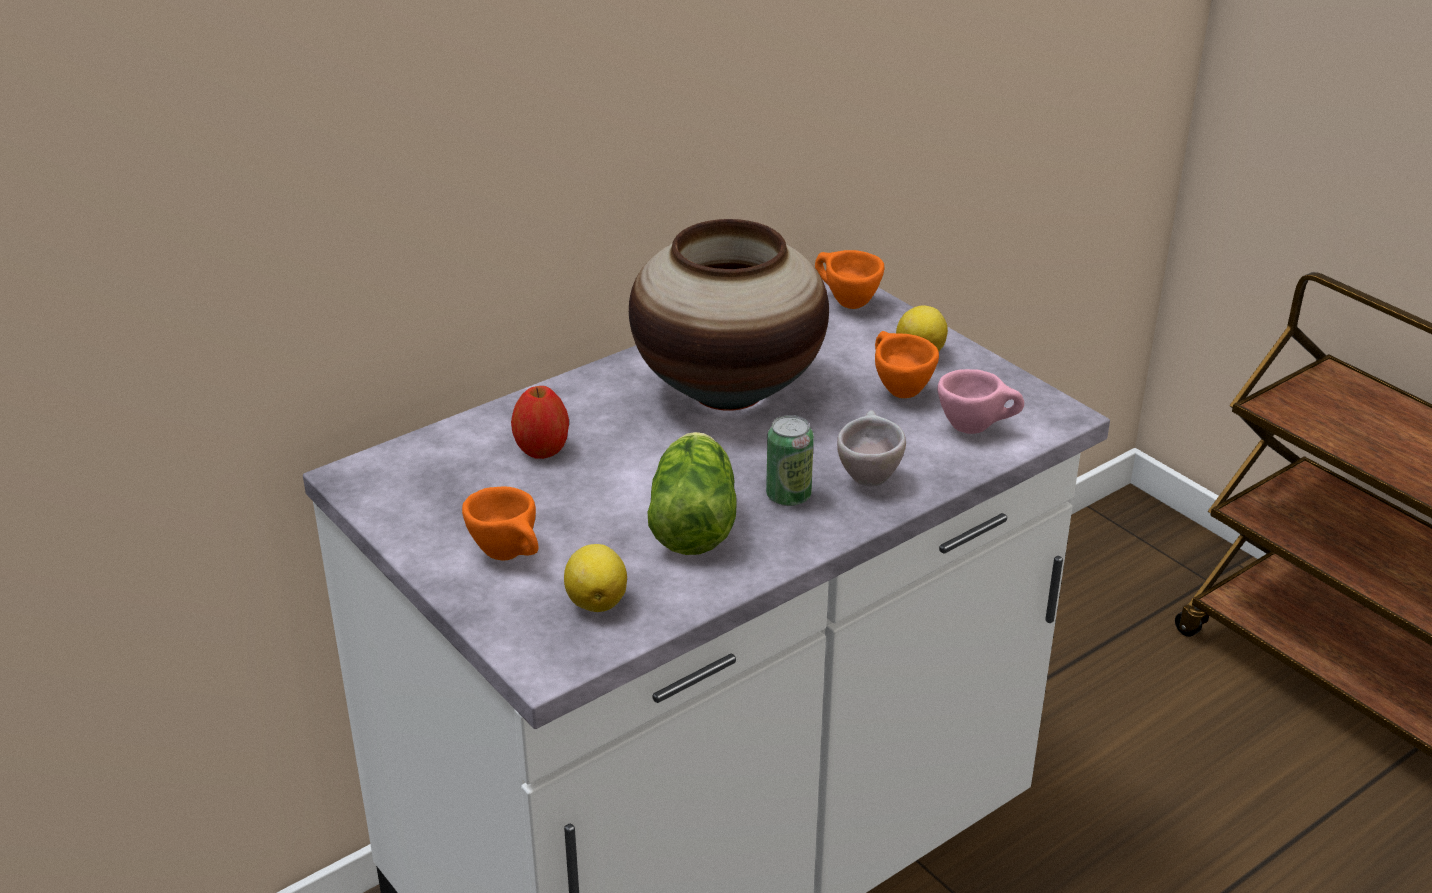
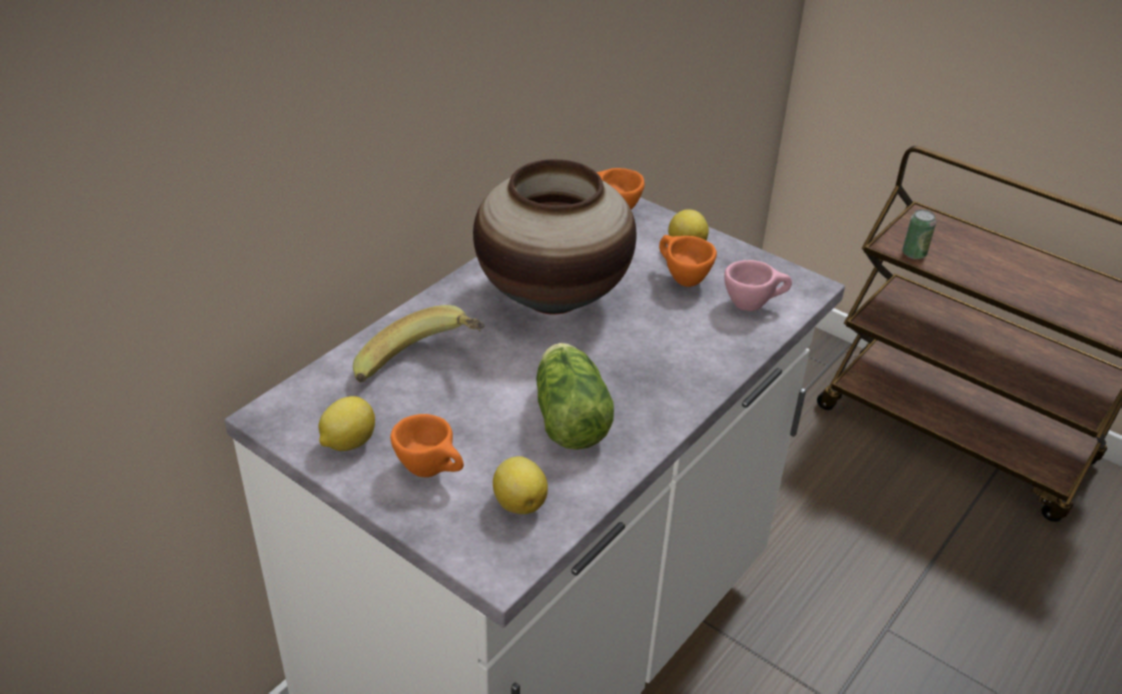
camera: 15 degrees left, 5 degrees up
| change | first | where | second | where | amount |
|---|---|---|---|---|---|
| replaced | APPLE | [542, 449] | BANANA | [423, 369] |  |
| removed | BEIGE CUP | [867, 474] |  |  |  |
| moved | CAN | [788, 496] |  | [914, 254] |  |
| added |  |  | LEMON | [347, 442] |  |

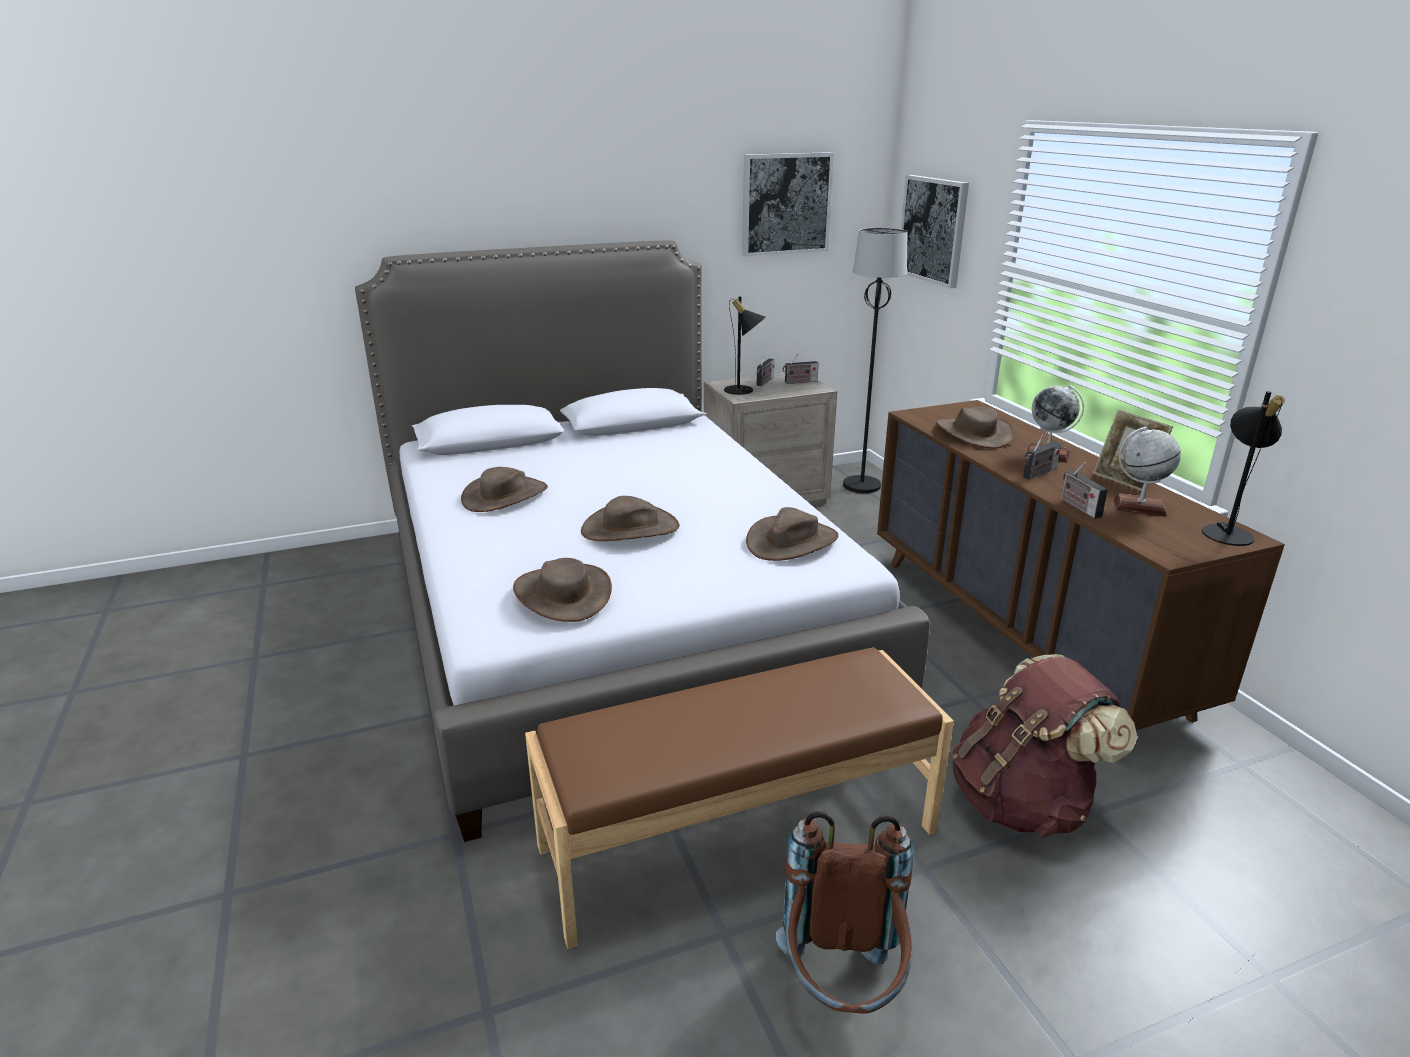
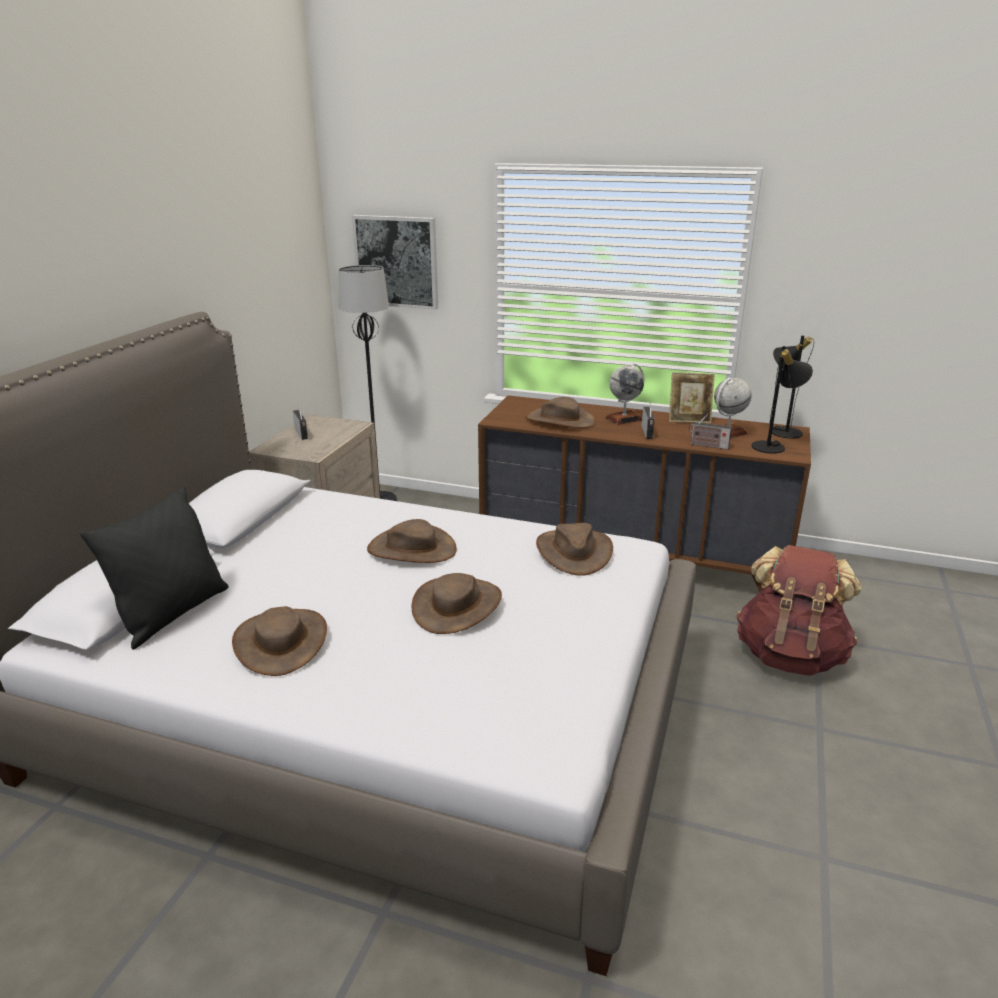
camera: 50 degrees left, 0 degrees up
| change | first | where | second | where | amount |
|---|---|---|---|---|---|
| removed | PICTURE | [786, 204] |  |  |  |
| moved | BLACK TABLE LAMP | [743, 391] |  | [774, 446] |  |
| removed | RADIO | [799, 382] |  |  |  |
| moved | BROWN HAT | [563, 594] |  | [412, 549] |  |
| removed | BROWN BENCH | [738, 837] |  |  |  |
| removed | BROWN BACKPACK | [842, 989] |  |  |  |
| added |  |  | BLACK PILLOW | [173, 613] |  |

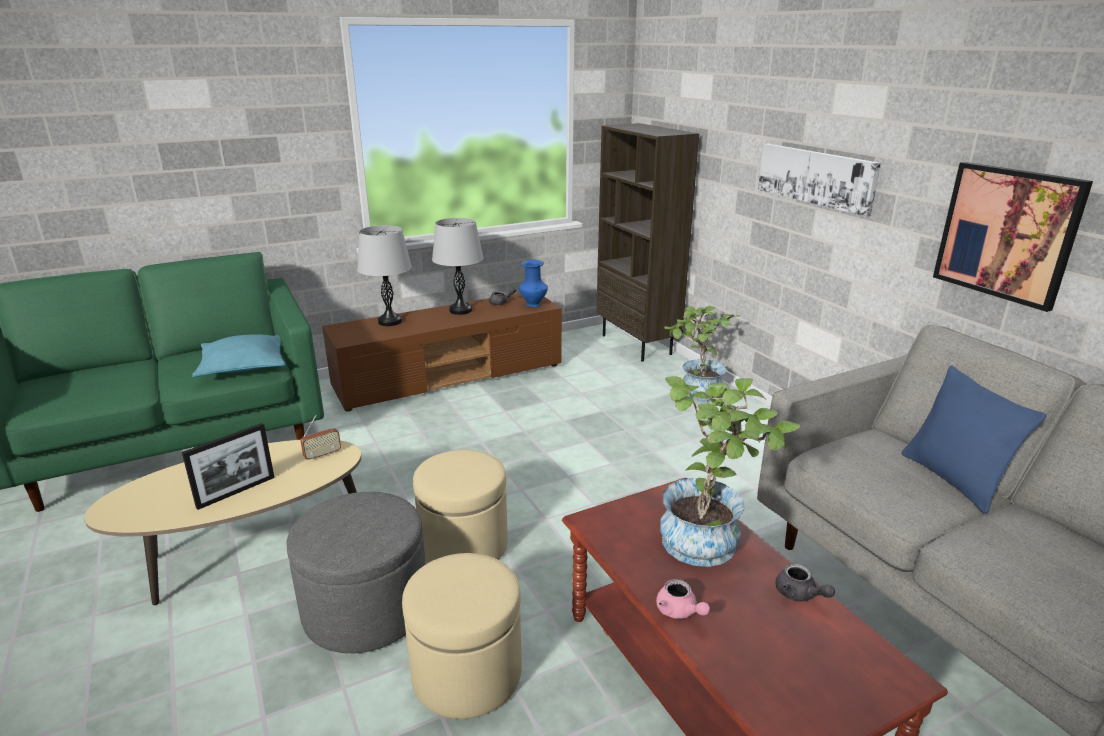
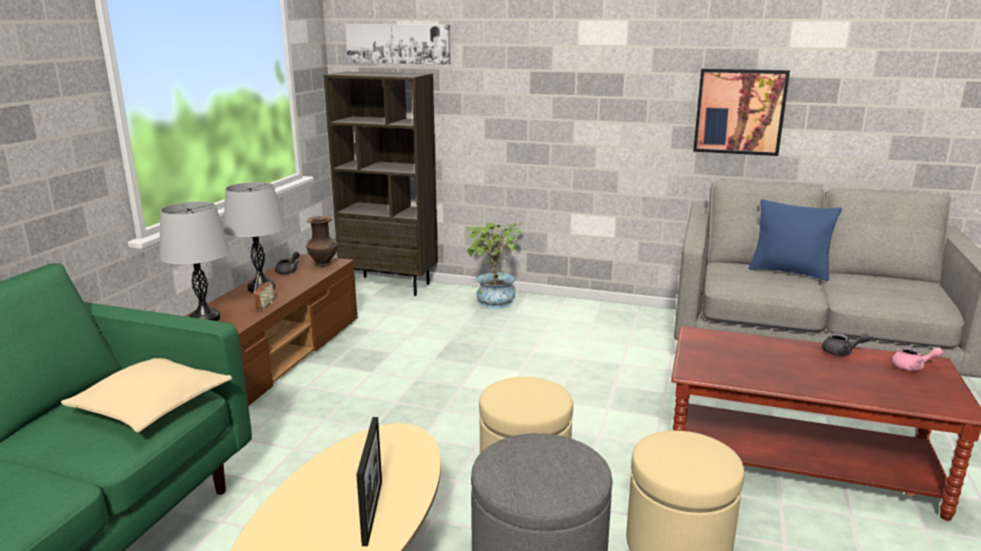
camera: 45 degrees left, 5 degrees down
| change | first | where | second | where | amount |
|---|---|---|---|---|---|
| moved | PICTURE | [816, 177] |  | [398, 44] |  |
| recoloured | BLUE VASE | [533, 305] | BROWN VASE | [324, 264] |  |
| recoloured | TURQUOISE PILLOW | [244, 366] | BEIGE PILLOW | [152, 405] |  |
| removed | POTTED PLANT | [710, 540] |  |  |  |
| moved | RADIO | [322, 455] |  | [265, 306] |  |
| moved | PINK TEAPOT | [679, 612] |  | [912, 367] |  |

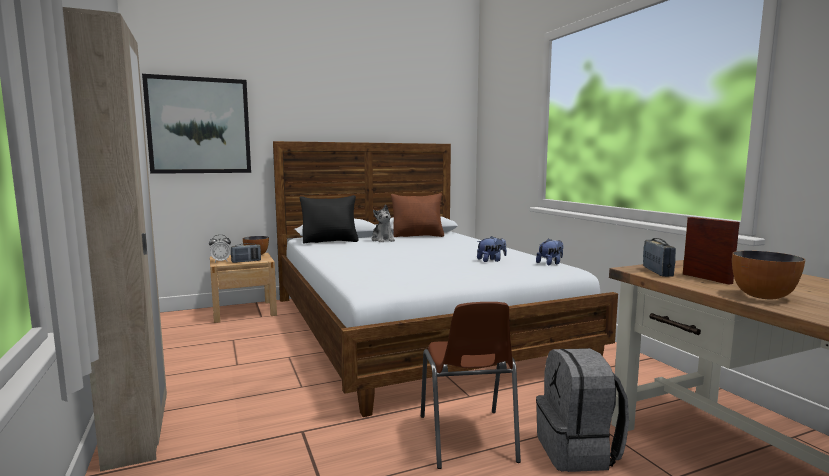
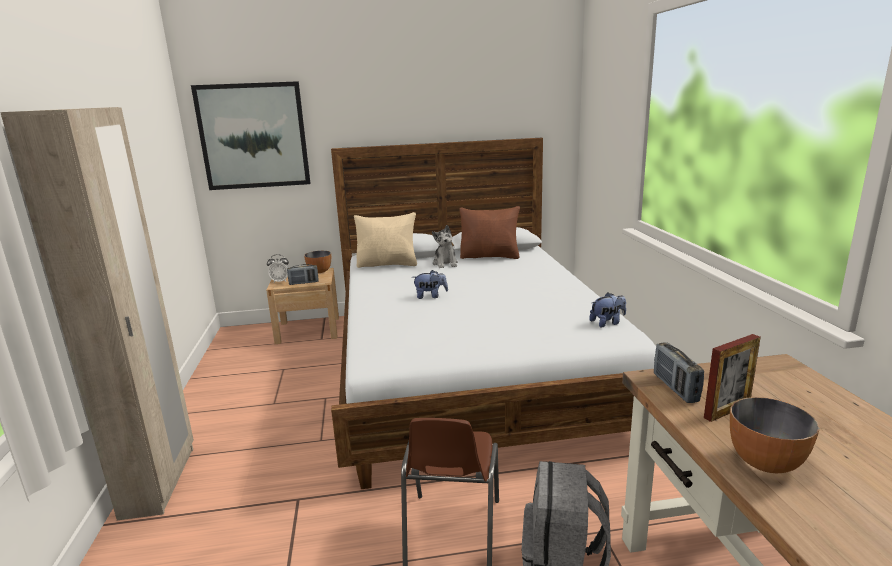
camera: 15 degrees right, 10 degrees up
| change | first | where | second | where | amount |
|---|---|---|---|---|---|
| recoloured | BLACK PILLOW | [330, 241] | BEIGE PILLOW | [388, 264] |  |
| turned | PICTURE FRAME | [706, 279] |  | [727, 411] | 75 degrees clockwise |
| moved | PLUSH TOY | [491, 260] |  | [430, 296] |  |
| turned | RADIO | [657, 272] |  | [675, 388] | 150 degrees clockwise |

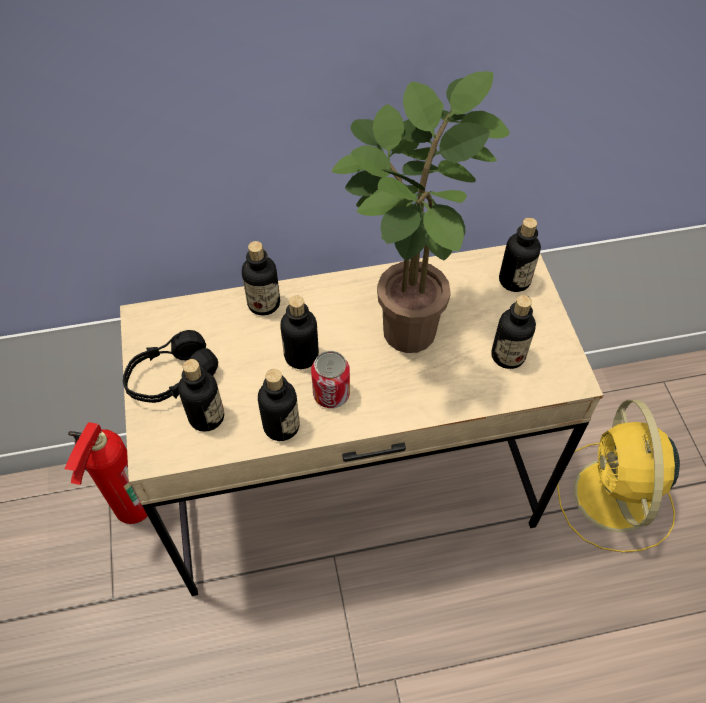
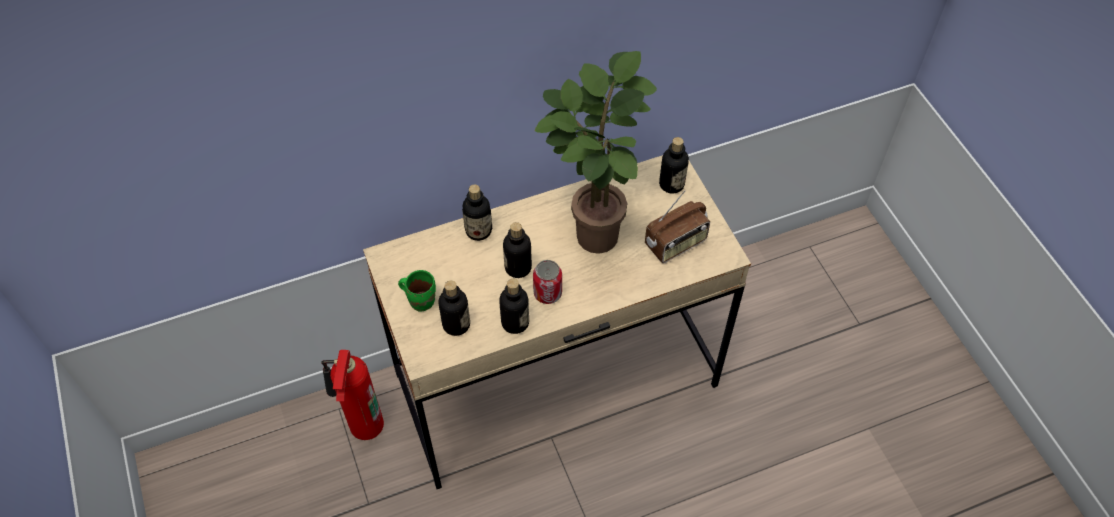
camera: 10 degrees left, 0 degrees up
| change | first | where | second | where | amount |
|---|---|---|---|---|---|
| replaced | BOTTLE | [508, 356] | RADIO | [676, 244] |  |
| replaced | BLACK HEADPHONES | [172, 378] | GREEN MUG | [421, 299] |  |
| removed | YELLOW FAN | [613, 499] |  |  |  |

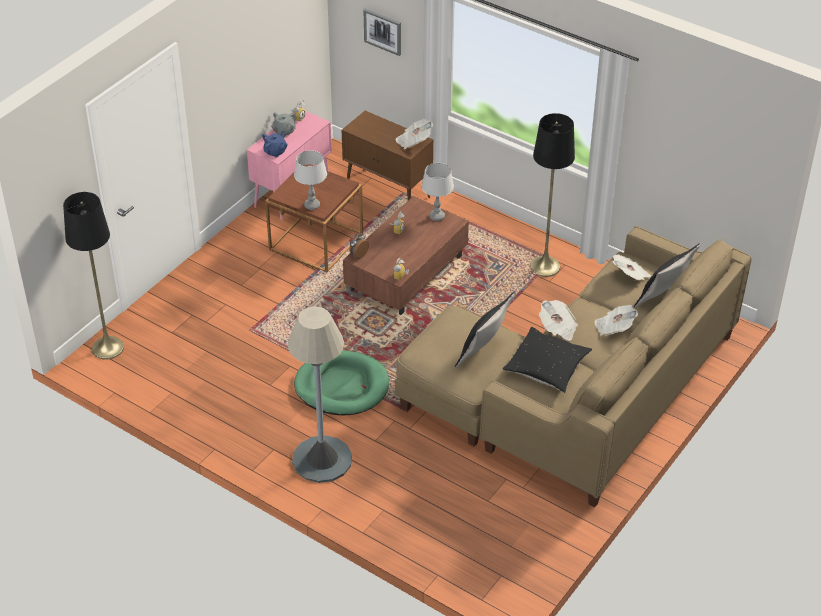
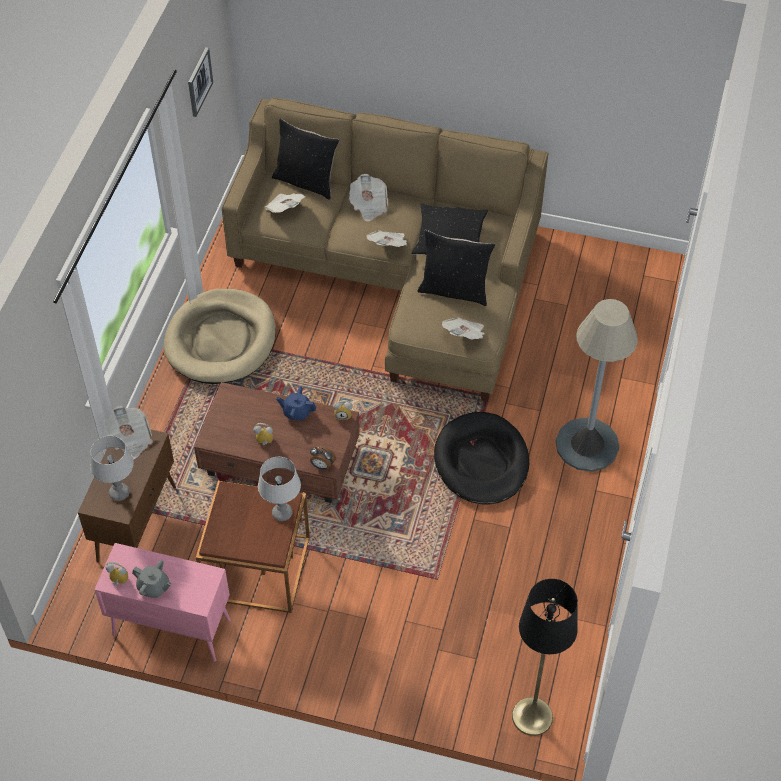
camera: 110 degrees left, 10 degrees up
| change | first | where | second | where | amount |
|---|---|---|---|---|---|
| moved | PICTURE | [383, 31] |  | [199, 81] |  |
| replaced | BLACK FLOOR LAMP | [545, 266] | BEIGE DOG BED | [221, 340] |  |
| moved | BLUE TEAPOT | [275, 152] |  | [297, 412] |  |
| moved | GREY TABLE LAMP | [437, 216] |  | [119, 493] |  |
| recoloured | GREEN DOG BED | [342, 386] | BLACK DOG BED | [481, 461] |  |
| added |  |  | NEWSPAPER | [464, 335] |  |

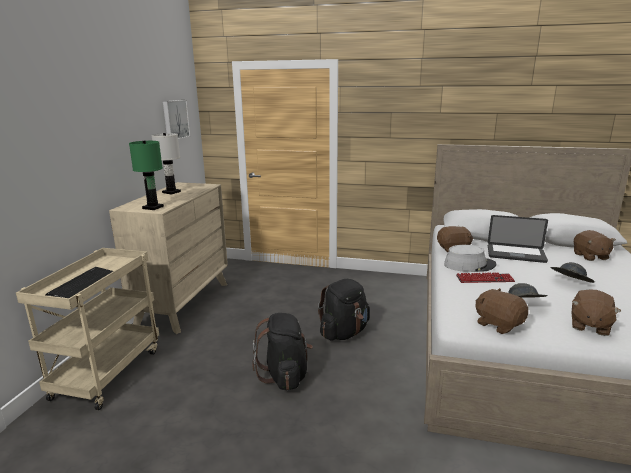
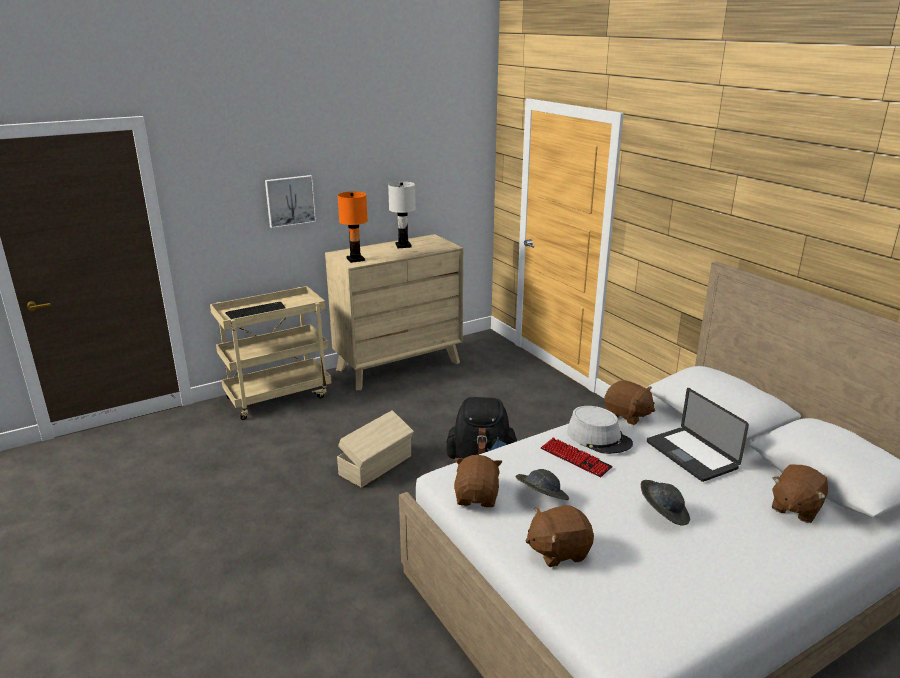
camera: 45 degrees right, 5 degrees up
| change | first | where | second | where | amount |
|---|---|---|---|---|---|
| moved | PICTURE | [175, 119] |  | [290, 201] |  |
| recoloured | GREEN TABLE LAMP | [152, 207] | ORANGE TABLE LAMP | [355, 259] |  |
| replaced | BLACK BACKPACK | [285, 375] | BEIGE STORAGE BOX | [377, 465] |  |

